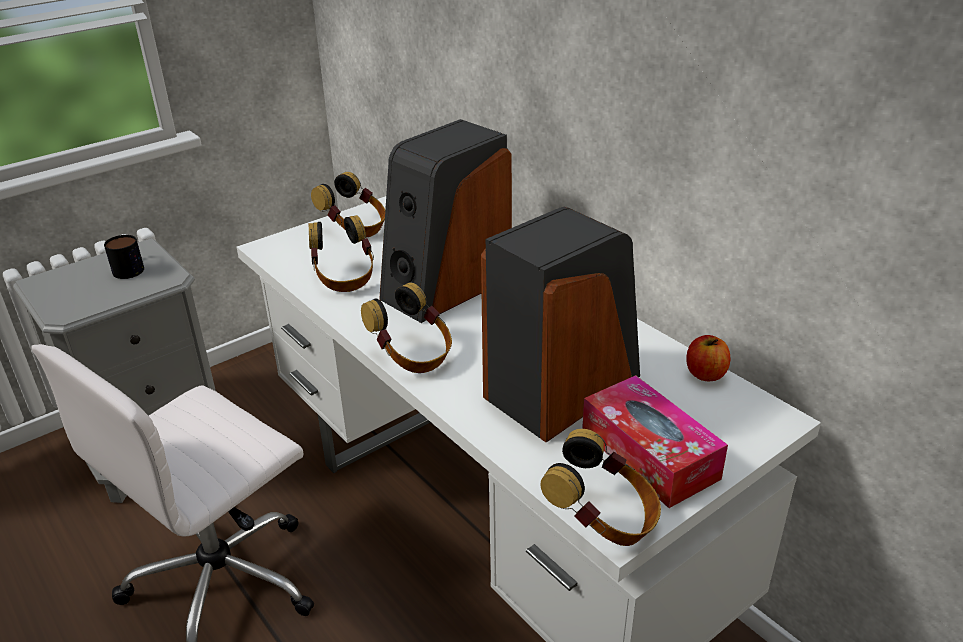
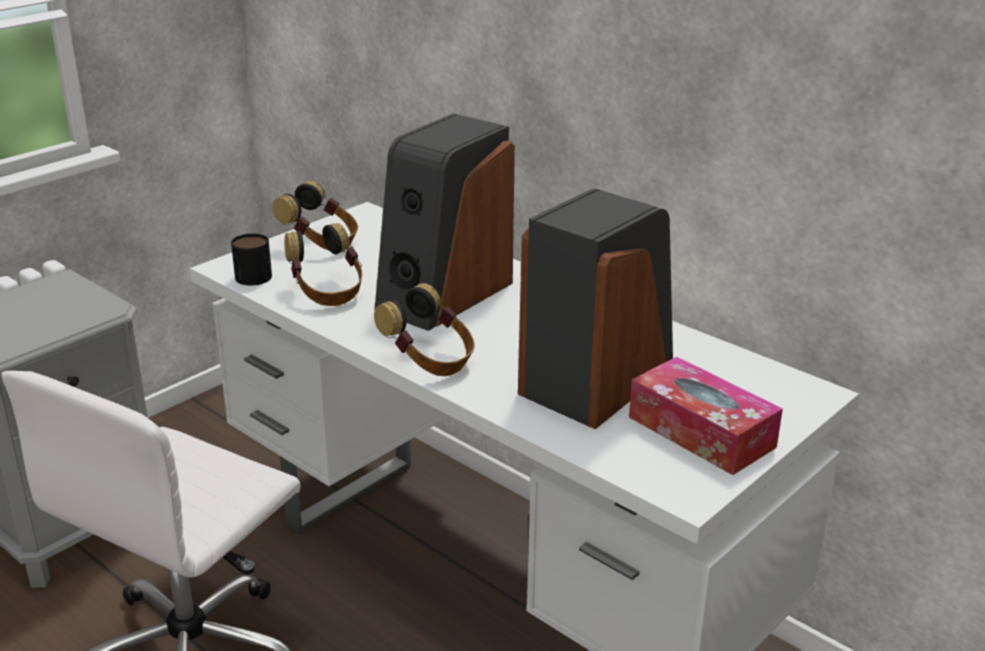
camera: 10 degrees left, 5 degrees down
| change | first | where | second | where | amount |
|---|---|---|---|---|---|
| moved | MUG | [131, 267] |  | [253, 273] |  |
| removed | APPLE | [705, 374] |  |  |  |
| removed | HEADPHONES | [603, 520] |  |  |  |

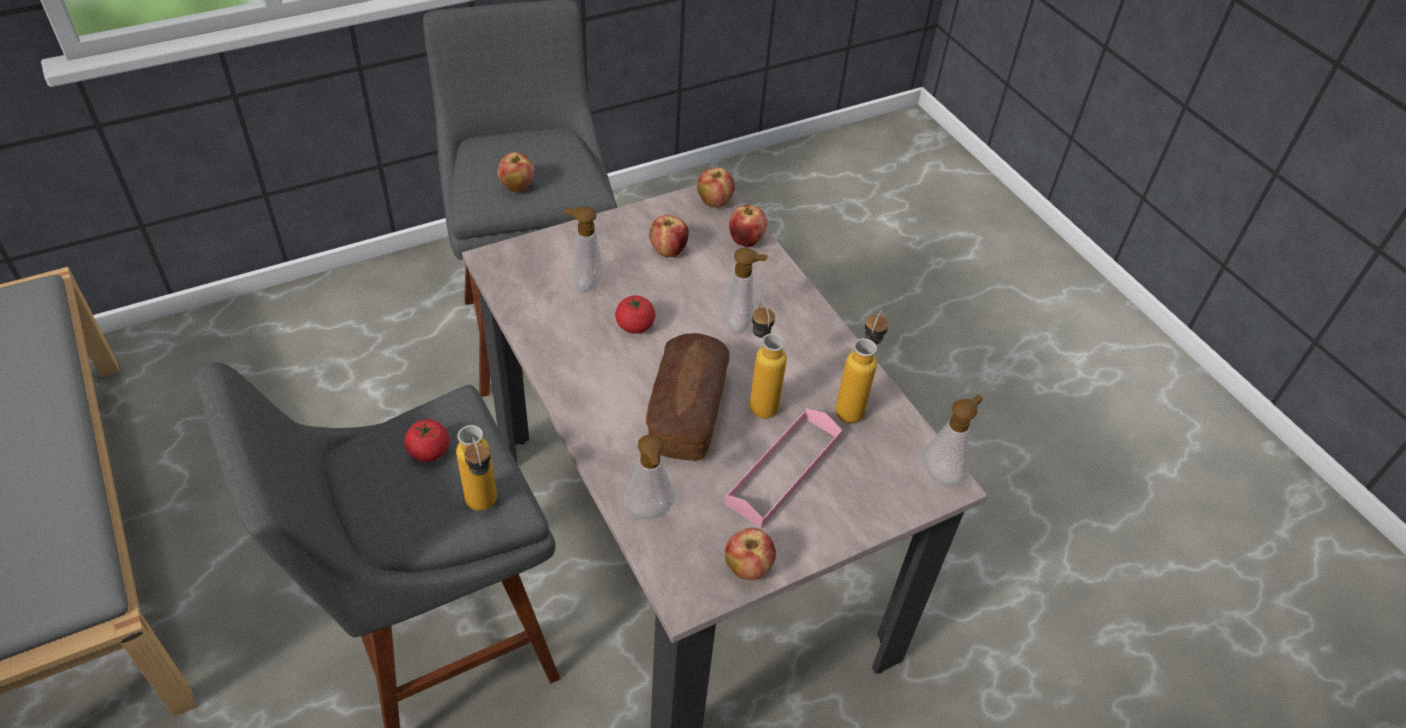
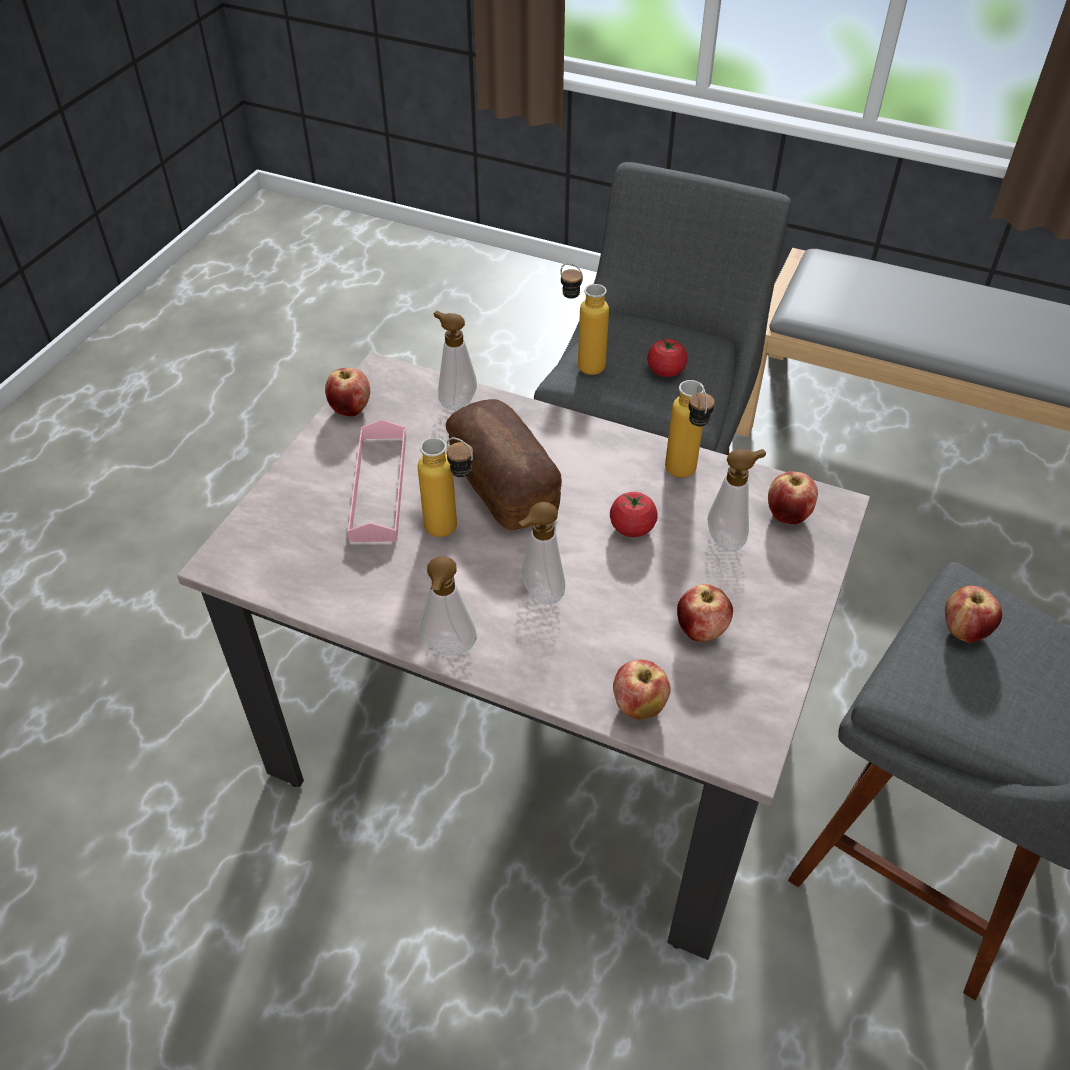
camera: 145 degrees right, 0 degrees up
| change | first | where | second | where | amount |
|---|---|---|---|---|---|
| moved | APPLE | [714, 202] |  | [788, 515] |  |
| moved | BOTTLE | [853, 404] |  | [684, 477] |  |
| moved | SOAP DISPENSER | [943, 472] |  | [448, 650] |  |

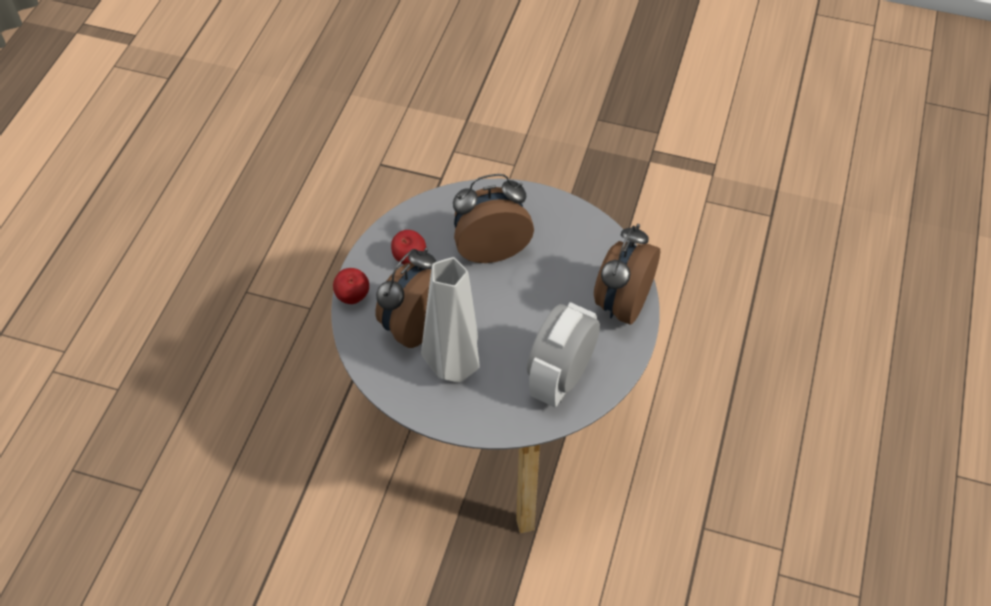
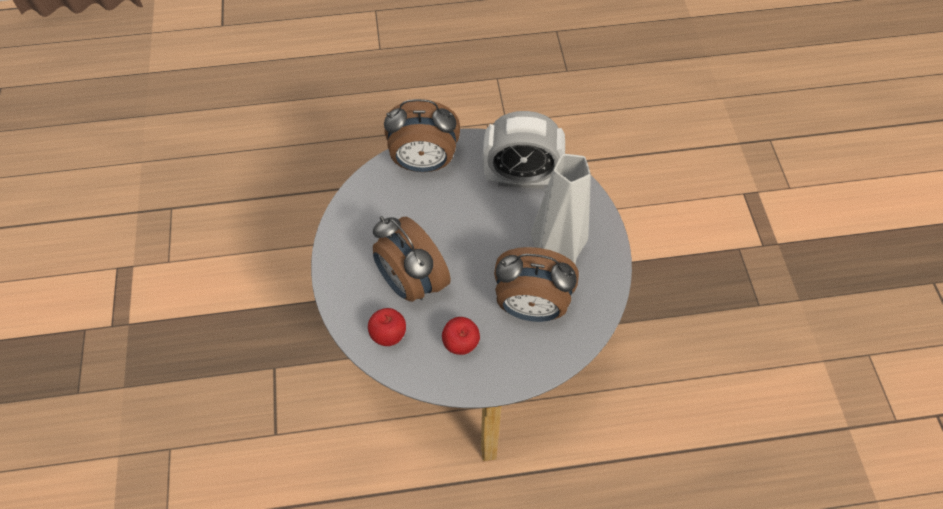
camera: 115 degrees left, 5 degrees up
| change | first | where | second | where | amount |
|---|---|---|---|---|---|
| moved | APPLE | [353, 298] |  | [389, 335] |  |

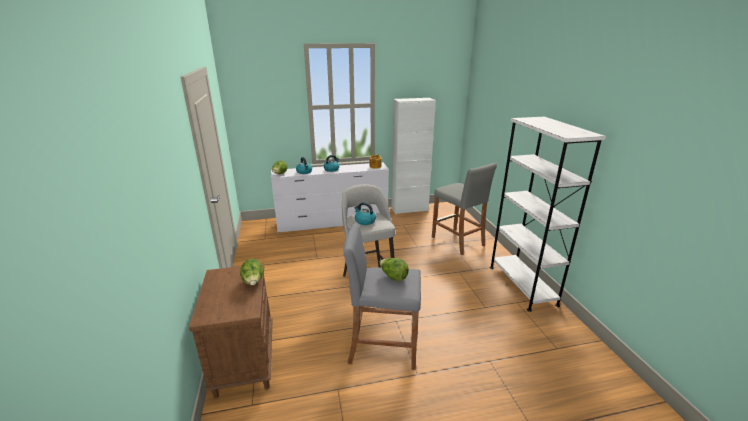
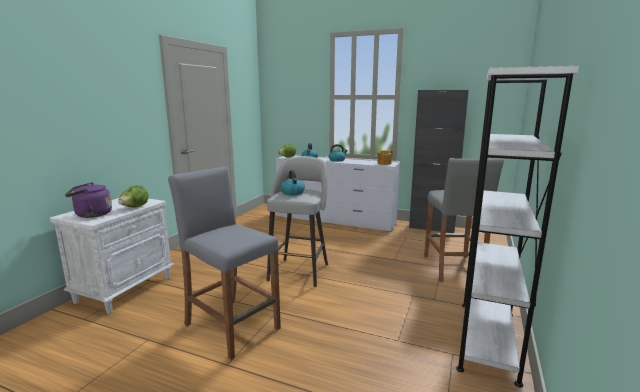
camera: 35 degrees right, 10 degrees down
| change | first | where | second | where | amount |
|---|---|---|---|---|---|
| recoloured | WHITE CABINET | [409, 209] | BLACK CABINET | [432, 228] |  |
| removed | LETTUCE | [393, 277] |  |  |  |
| recoloured | BROWN NIGHTSTAND | [244, 361] | WHITE NIGHTSTAND | [125, 289] |  |
| added |  |  | PURPLE KETTLE | [91, 215] |  |

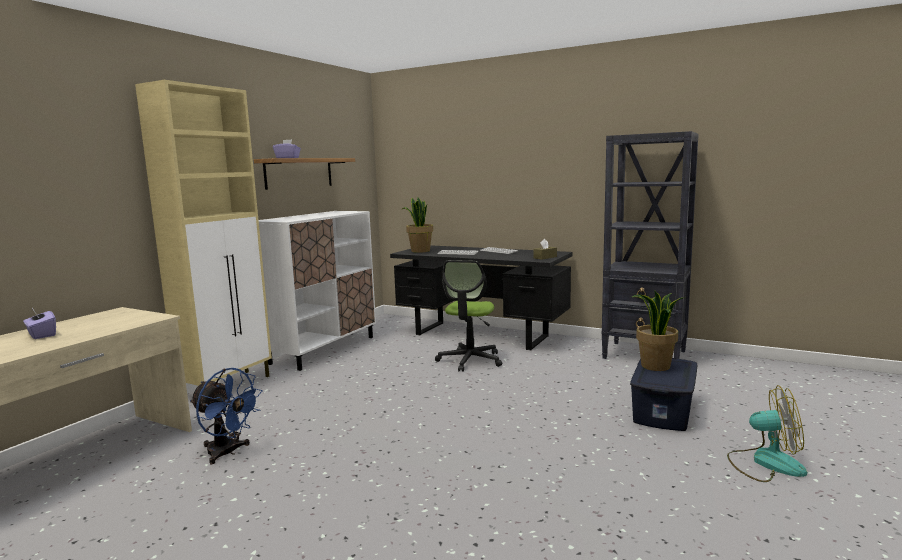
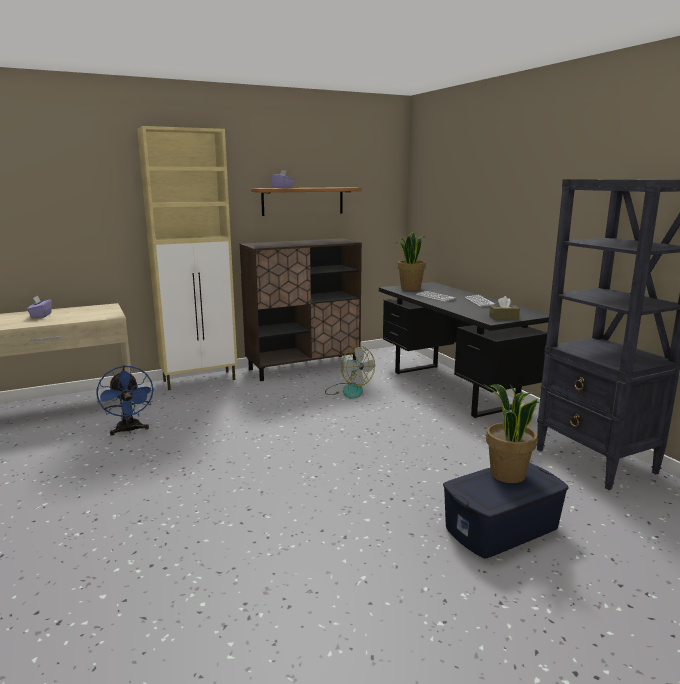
camera: 35 degrees right, 5 degrees up
| change | first | where | second | where | amount |
|---|---|---|---|---|---|
| recoloured | WHITE CABINET | [324, 349] | BROWN CABINET | [303, 367] |  |
| removed | OFFICE CHAIR | [470, 360] |  |  |  |
| moved | FAN | [765, 463] |  | [348, 390] |  |

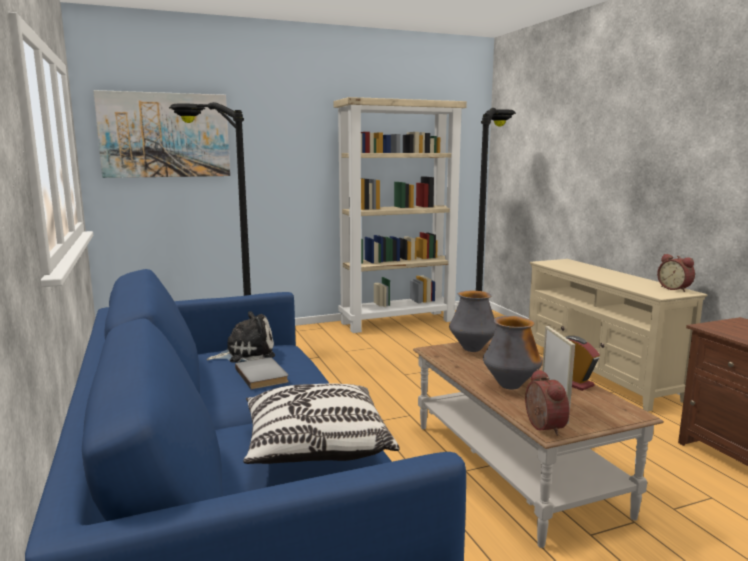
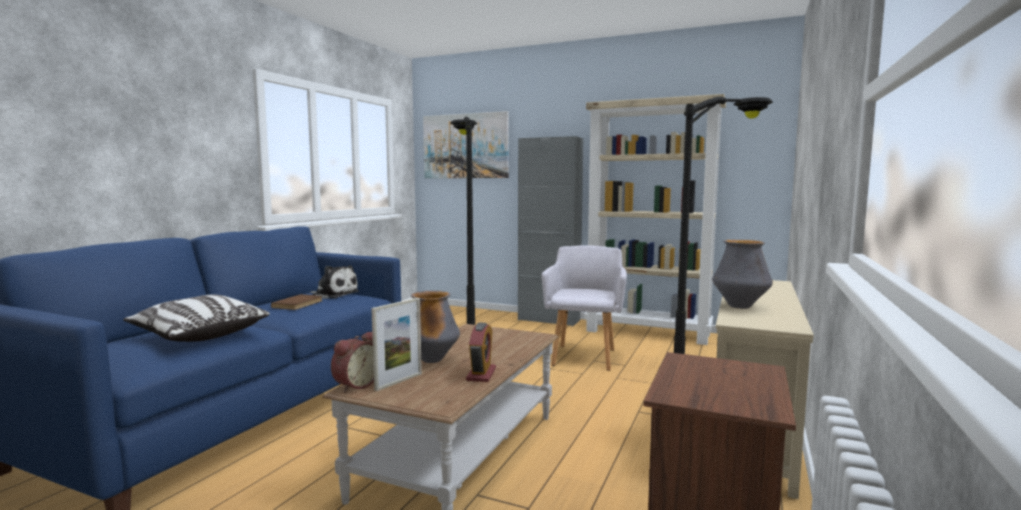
camera: 45 degrees right, 5 degrees down
| change | first | where | second | where | amount |
|---|---|---|---|---|---|
| removed | ALARM CLOCK | [675, 288] |  |  |  |
| moved | VASE | [472, 349] |  | [740, 306] |  |
| recoloured | GREY BOOK | [263, 375] | BROWN BOOK | [299, 304] |  |
| added |  |  | GREY CABINET | [549, 320] |  |
| added |  |  | GREY ARMCHAIR | [585, 356] |  |

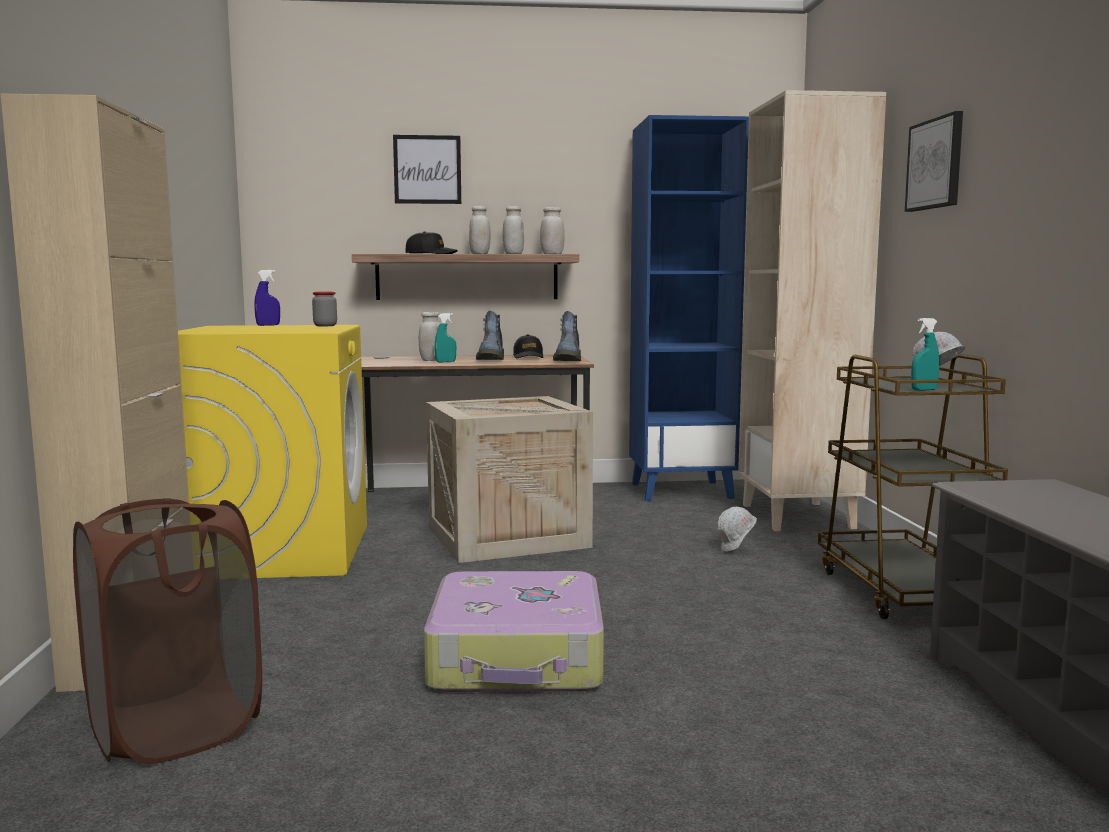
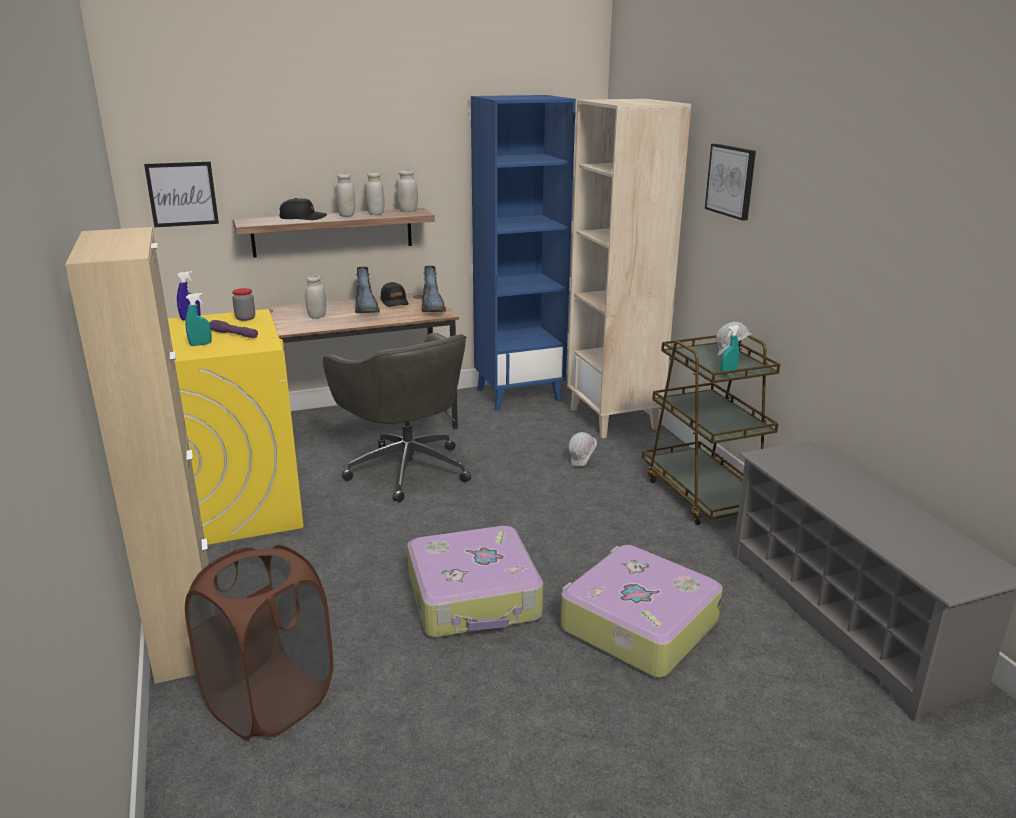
camera: 15 degrees left, 15 degrees up
| change | first | where | second | where | amount |
|---|---|---|---|---|---|
| moved | PICTURE | [427, 169] |  | [182, 194] |  |
| moved | TURQUOISE SPRAY BOTTLE | [445, 362] |  | [200, 344] |  |
| replaced | CRATE | [506, 538] | GREY OFFICE CHAIR | [407, 468] |  |
| added |  |  | PURPLE FLASHLIGHT | [234, 335] |  |
| added |  |  | SUITCASE | [637, 625] |  |

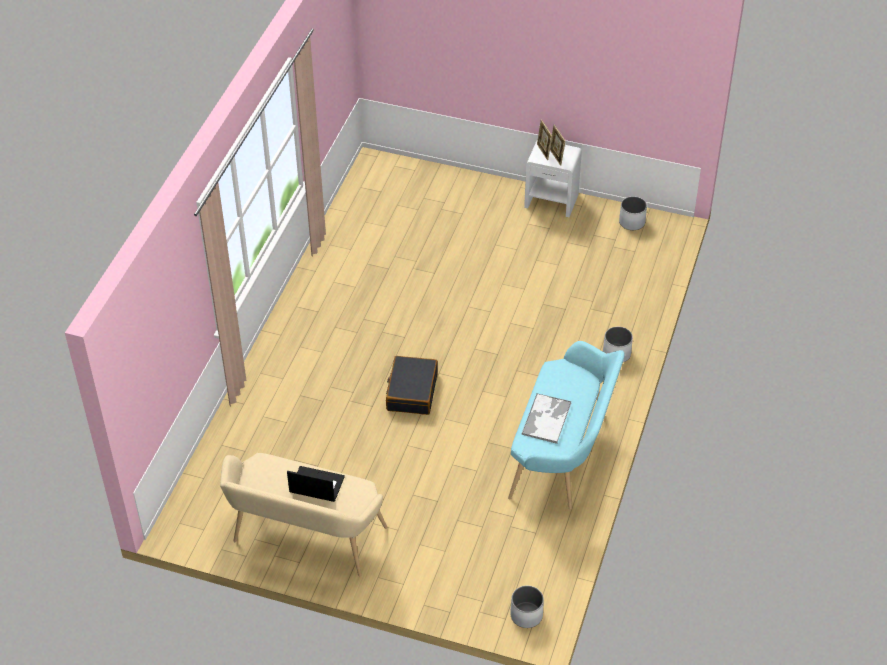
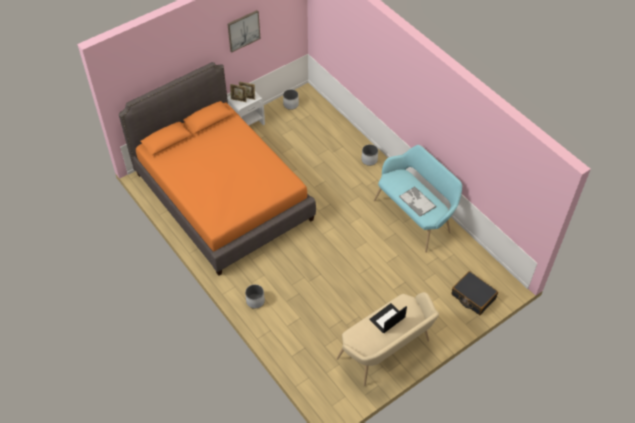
camera: 55 degrees left, 5 degrees up
| change | first | where | second | where | amount |
|---|---|---|---|---|---|
| moved | BLACK SUITCASE | [411, 391] |  | [473, 296] |  |
| moved | WHITE PLANTER | [526, 615] |  | [255, 301] |  |
| added |  |  | PICTURE | [243, 30] |  |
| added |  |  | ORANGE BED | [223, 196] |  |

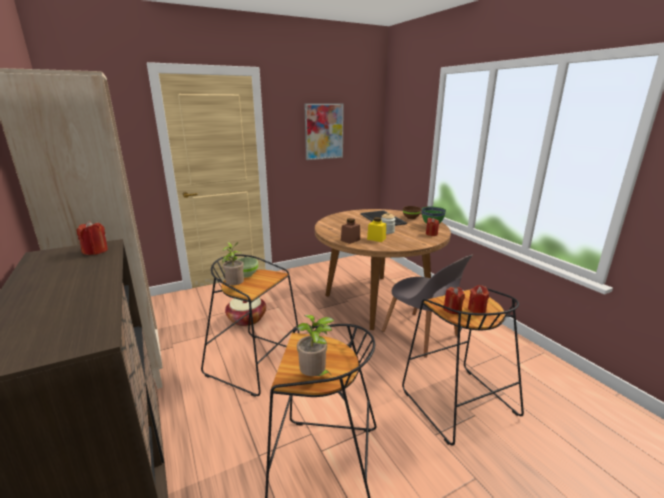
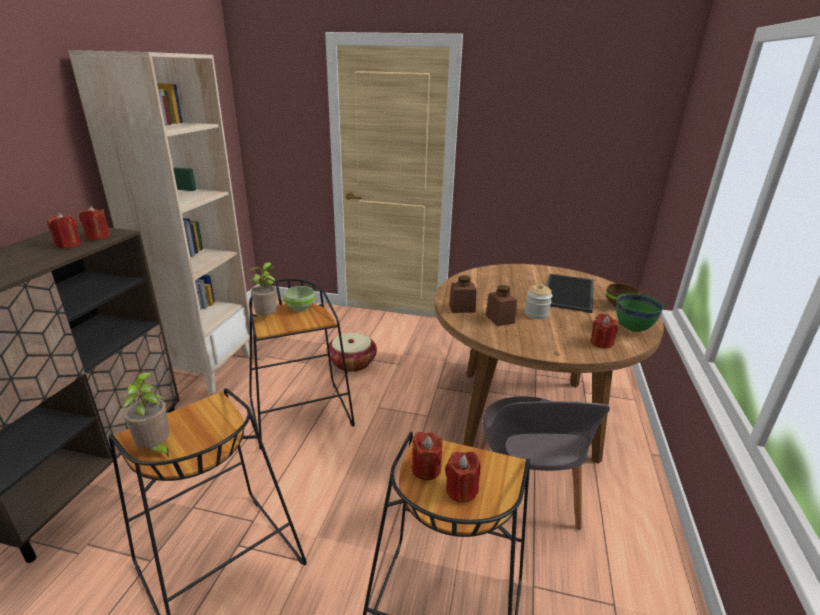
camera: 40 degrees right, 5 degrees up
| change | first | where | second | where | amount |
|---|---|---|---|---|---|
| removed | PICTURE | [324, 131] |  |  |  |
| recoloured | YELLOW JAR | [376, 239] | BROWN JAR | [500, 319] |  |
| added |  |  | RED CANDLE | [68, 245] |  |

